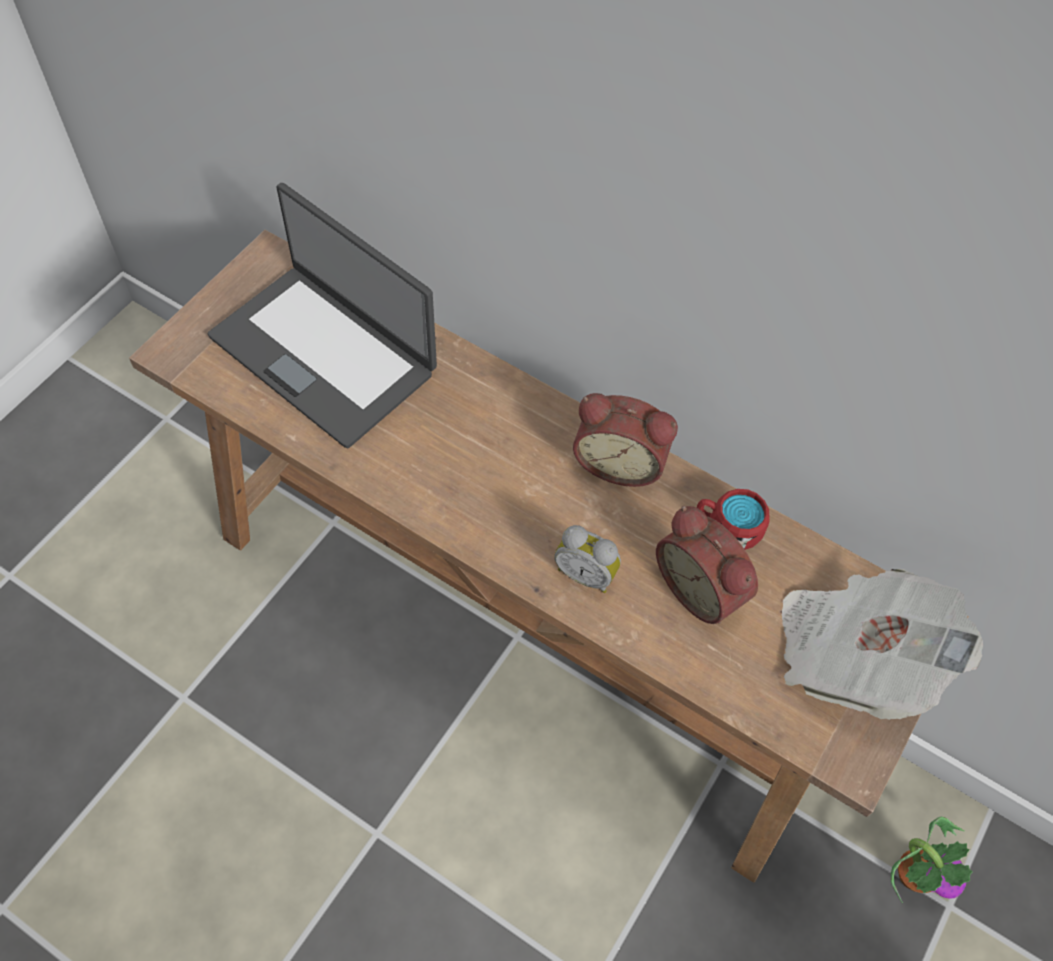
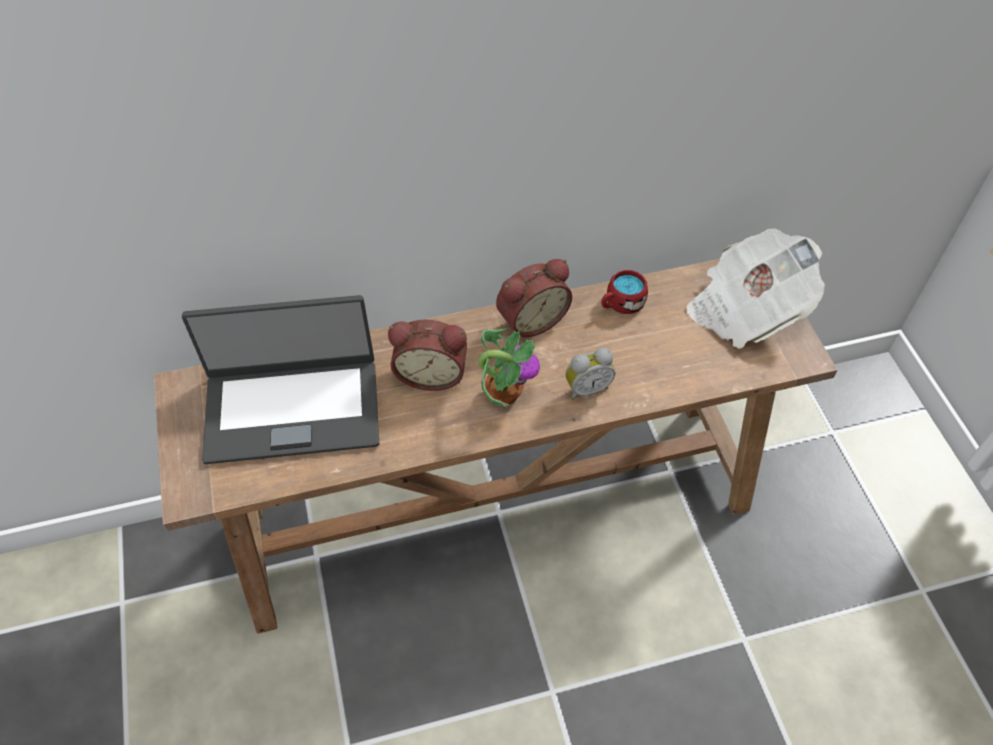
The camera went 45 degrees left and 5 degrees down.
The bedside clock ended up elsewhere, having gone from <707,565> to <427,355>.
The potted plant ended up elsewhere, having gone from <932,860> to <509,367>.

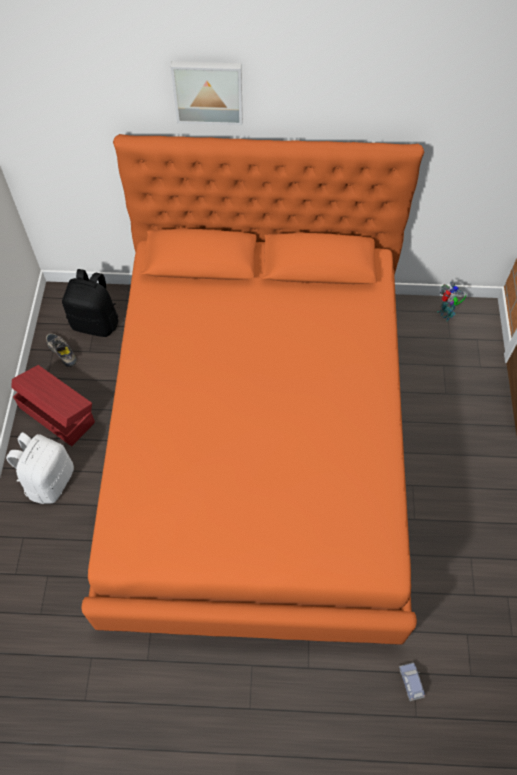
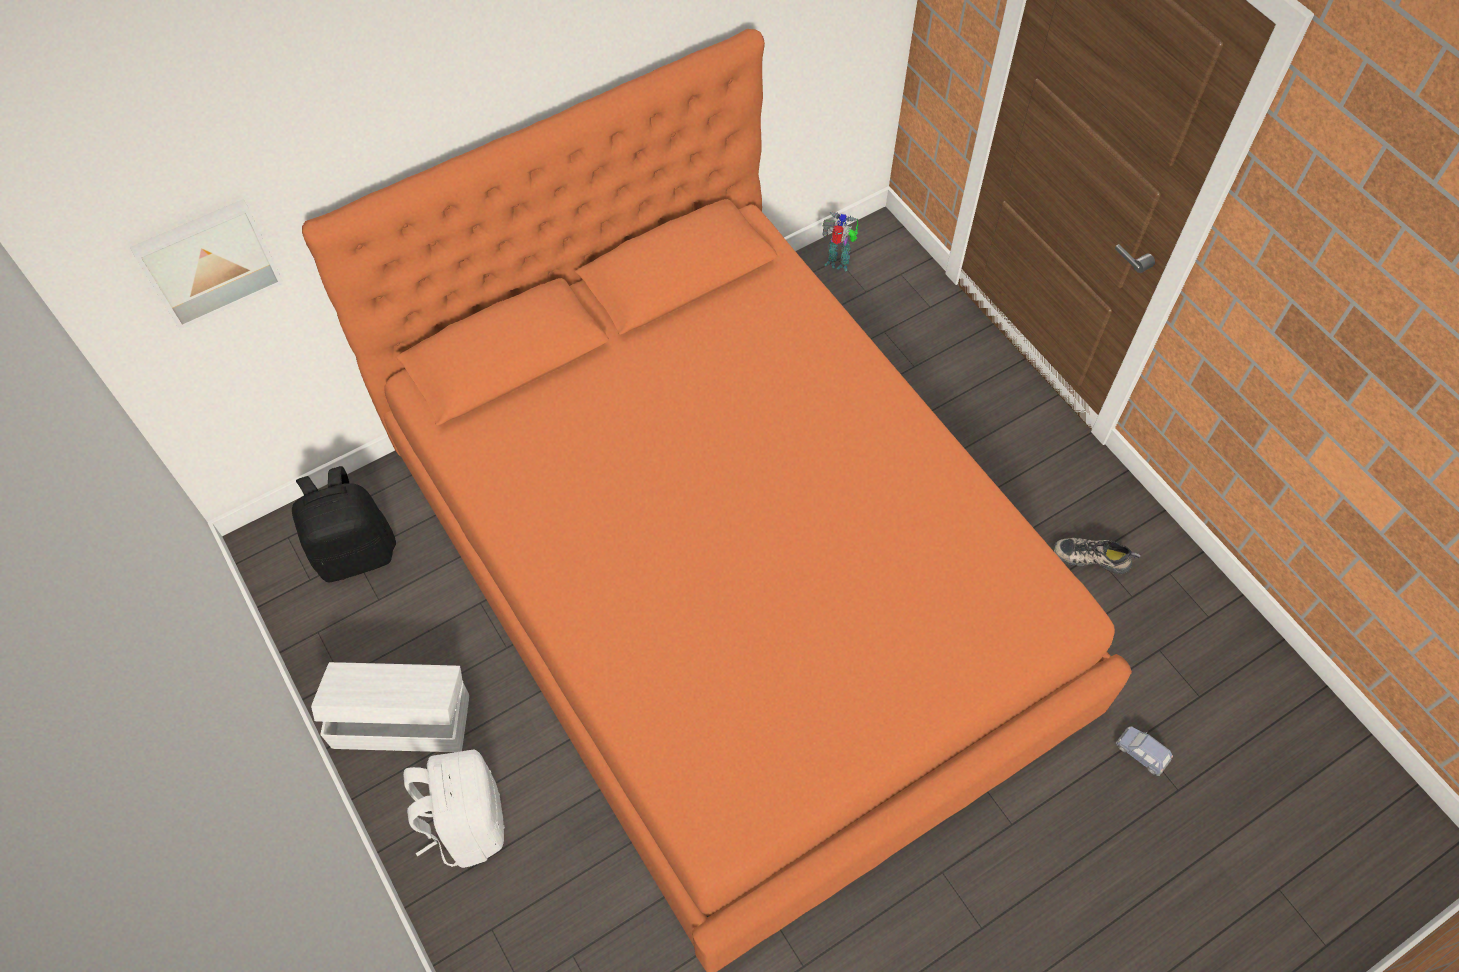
The camera went 35 degrees left and 0 degrees up.
The wall art ended up elsewhere, having gone from <207,93> to <207,264>.
The item of footwear ended up elsewhere, having gone from <61,350> to <1097,556>.
What was the red storage bin at <53,405> turned into the white-coloured storage bin at <390,707>.

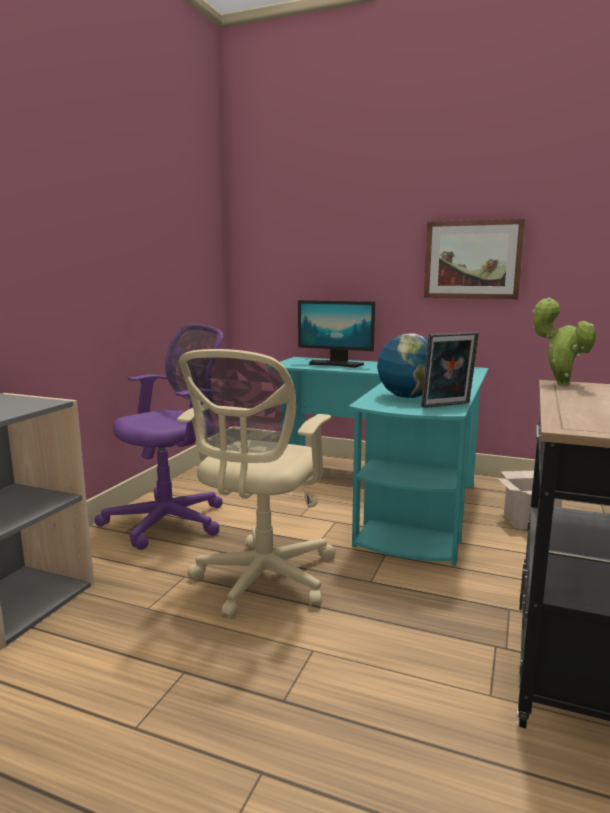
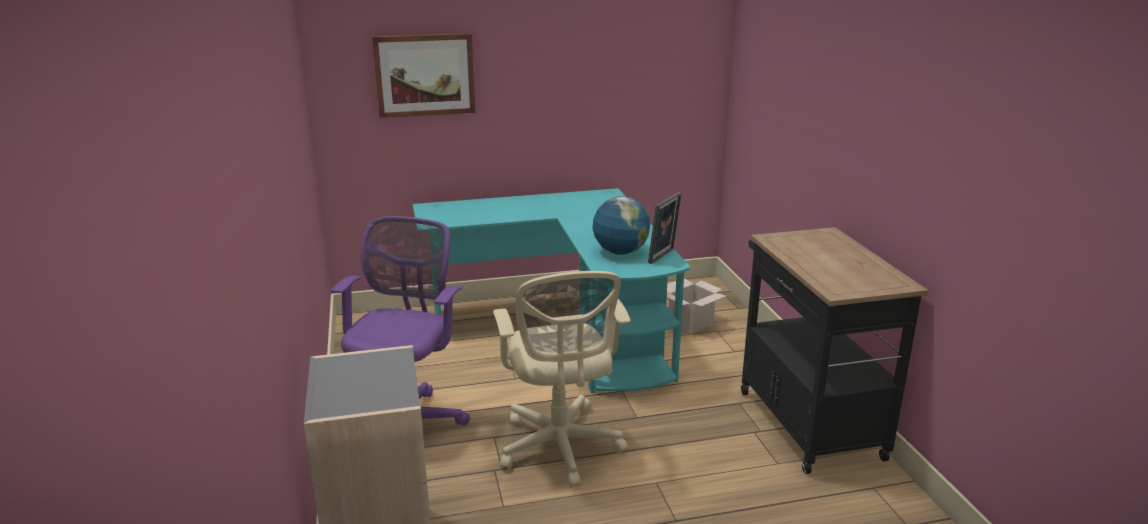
The camera went 35 degrees left and 10 degrees up.
The wall art ended up elsewhere, having gone from <474,259> to <423,75>.
The second view lost the potted plant at <564,342>.
The second view lost the monitor at <336,334>.

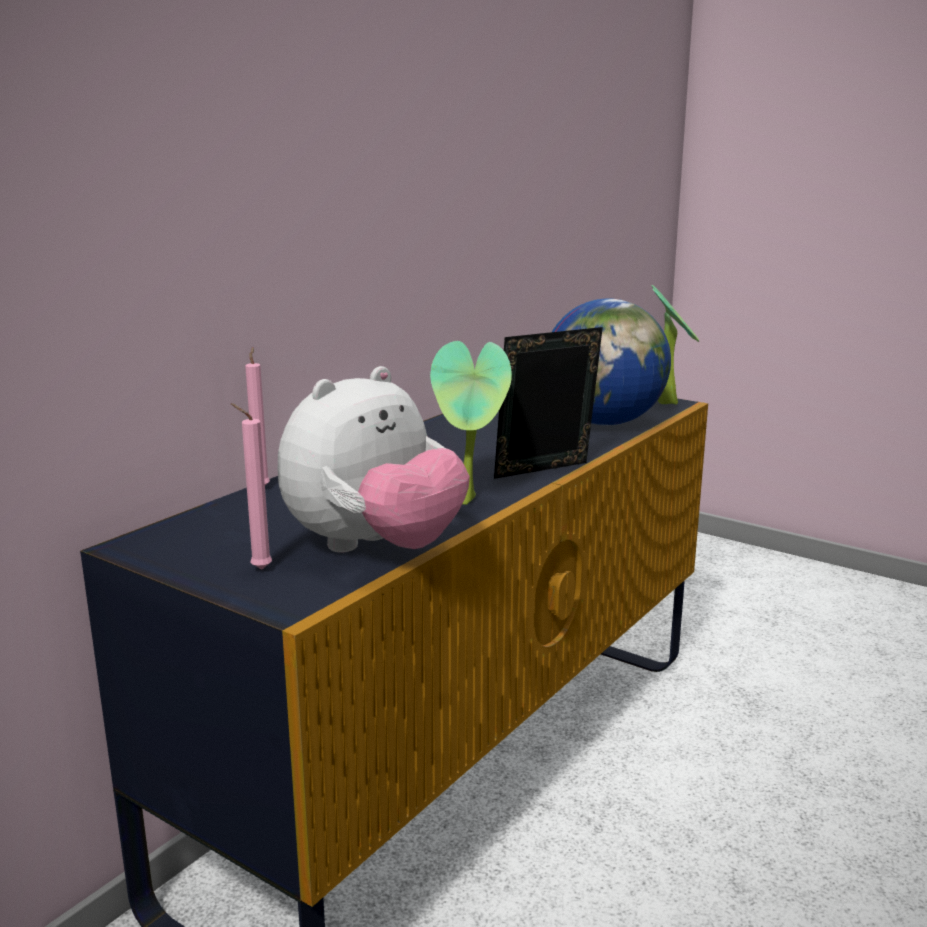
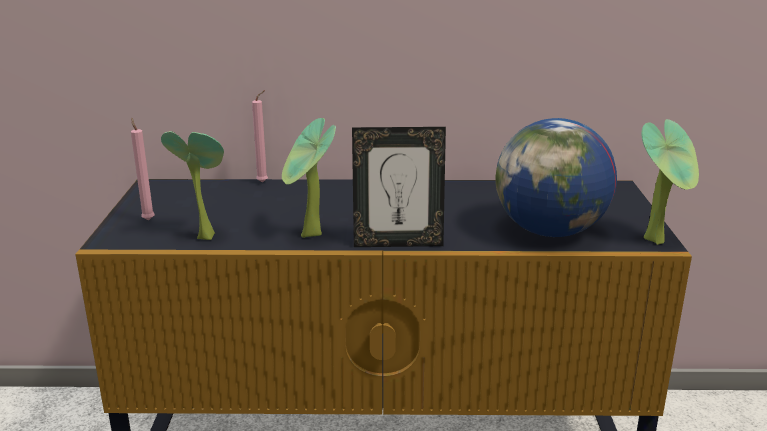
The camera went 55 degrees right and 5 degrees up.
The standing frame at <548,403> ended up facing another way, 150 degrees clockwise from before.
Where the plush toy stood at <374,459>, the potted plant came to stand at <192,185>.

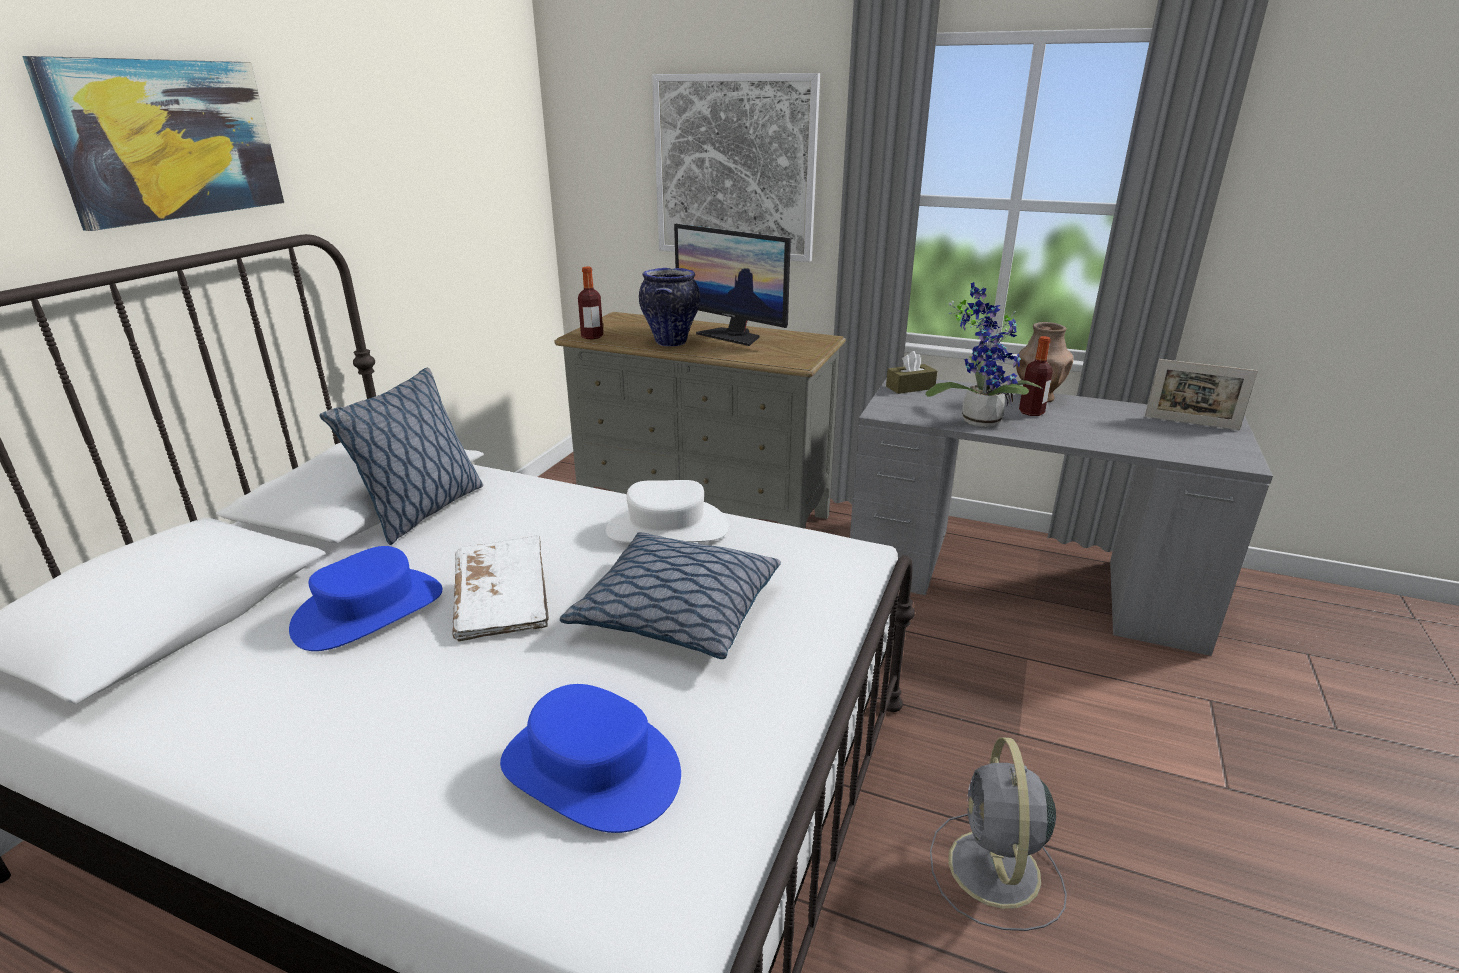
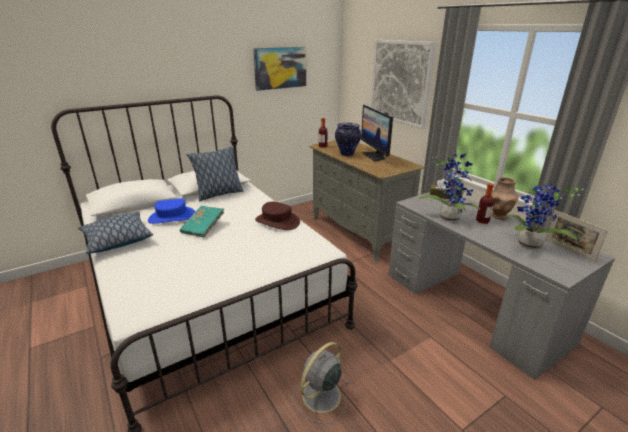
The camera went 35 degrees right and 0 degrees up.
The wall art ended up elsewhere, having gone from <153,143> to <279,69>.
What was the white-coloured hat at <667,511> turned into the brownish hat at <277,216>.
The cushion ended up elsewhere, having gone from <670,595> to <115,233>.
What was the white-coloured book at <501,588> turned into the blue-green book at <202,221>.
The second view lost the blue-coloured hat at <590,758>.
The second view gained the potted plant at <545,215>.

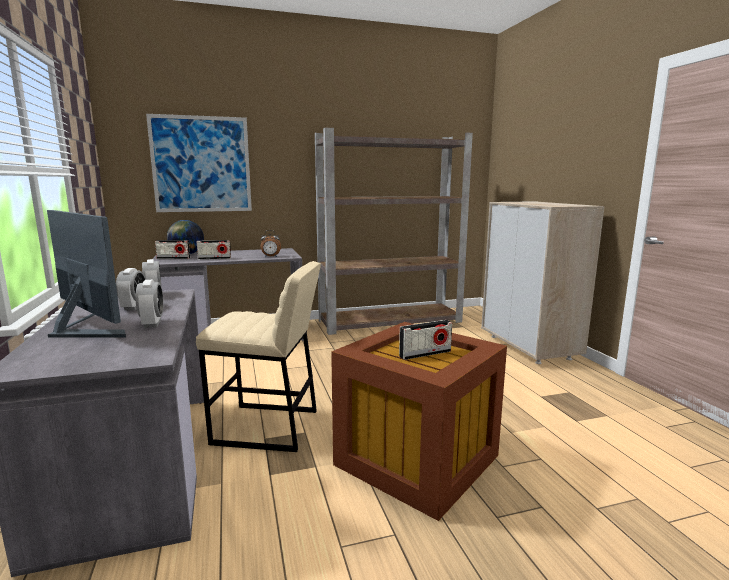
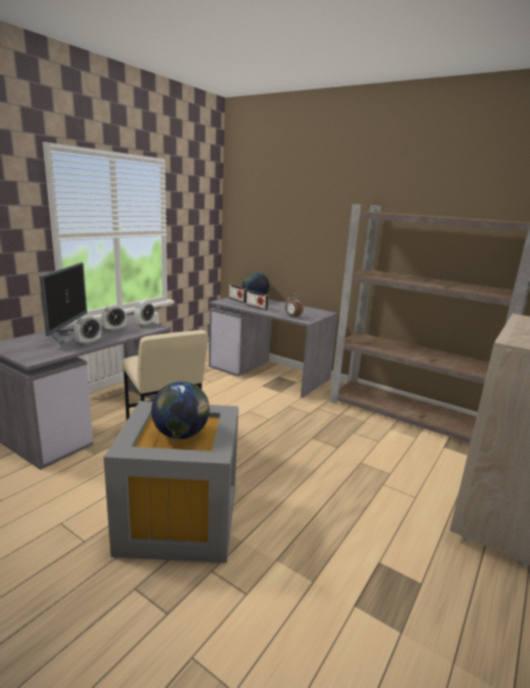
The camera went 50 degrees right and 5 degrees up.
The second view lost the wall art at <199,163>.
Where the radio stood at <425,340>, the globe came to stand at <180,410>.
What was the brownish storage bin at <419,421> turned into the grey storage bin at <171,482>.

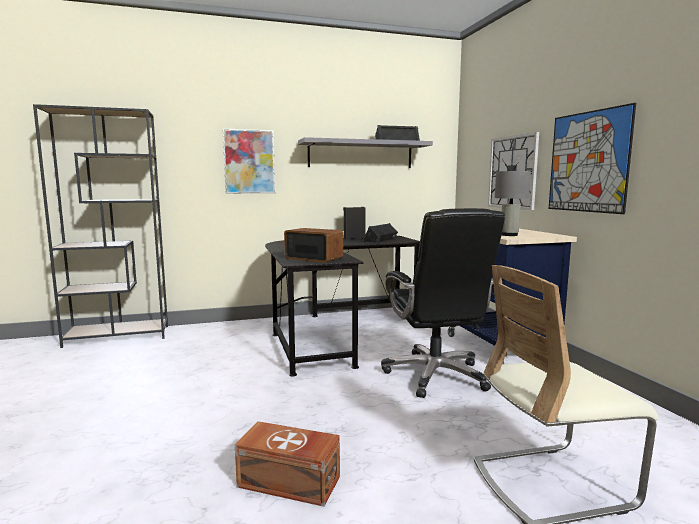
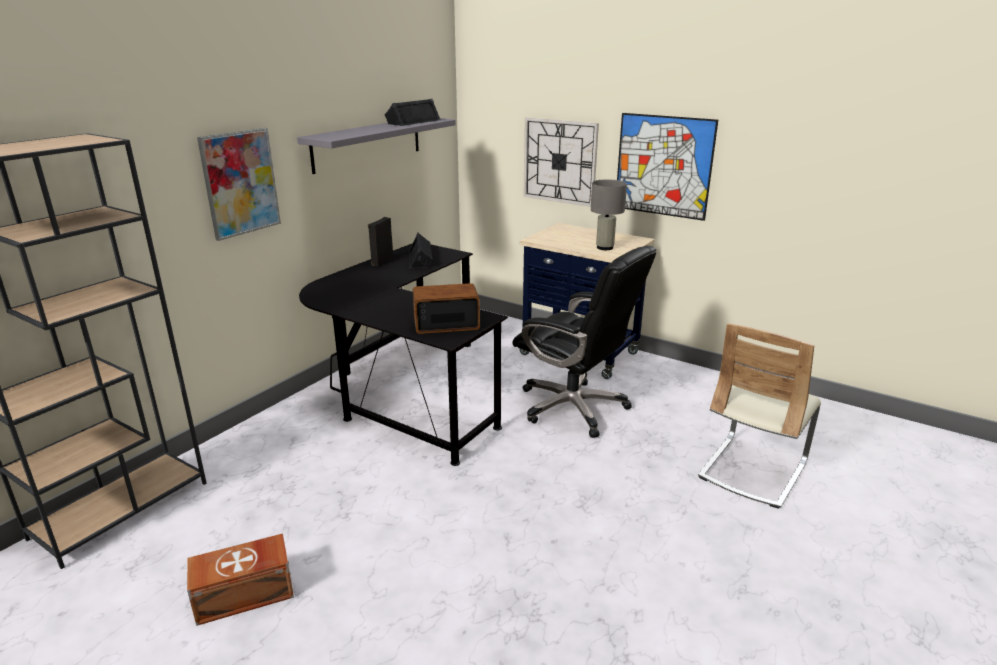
The camera went 40 degrees left and 15 degrees up.
The brownish storage bin ended up elsewhere, having gone from <287,464> to <240,579>.

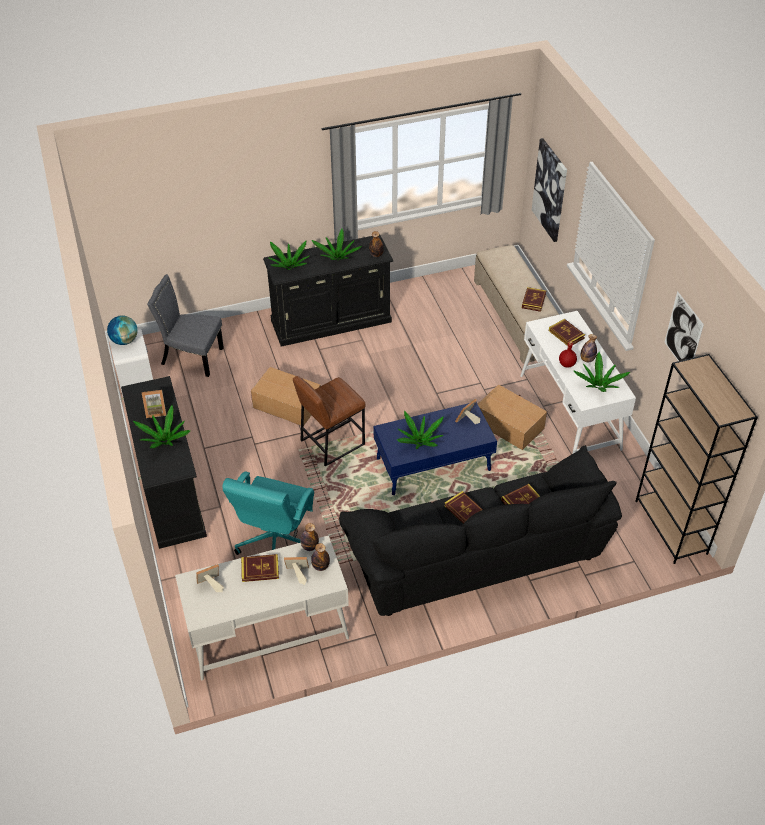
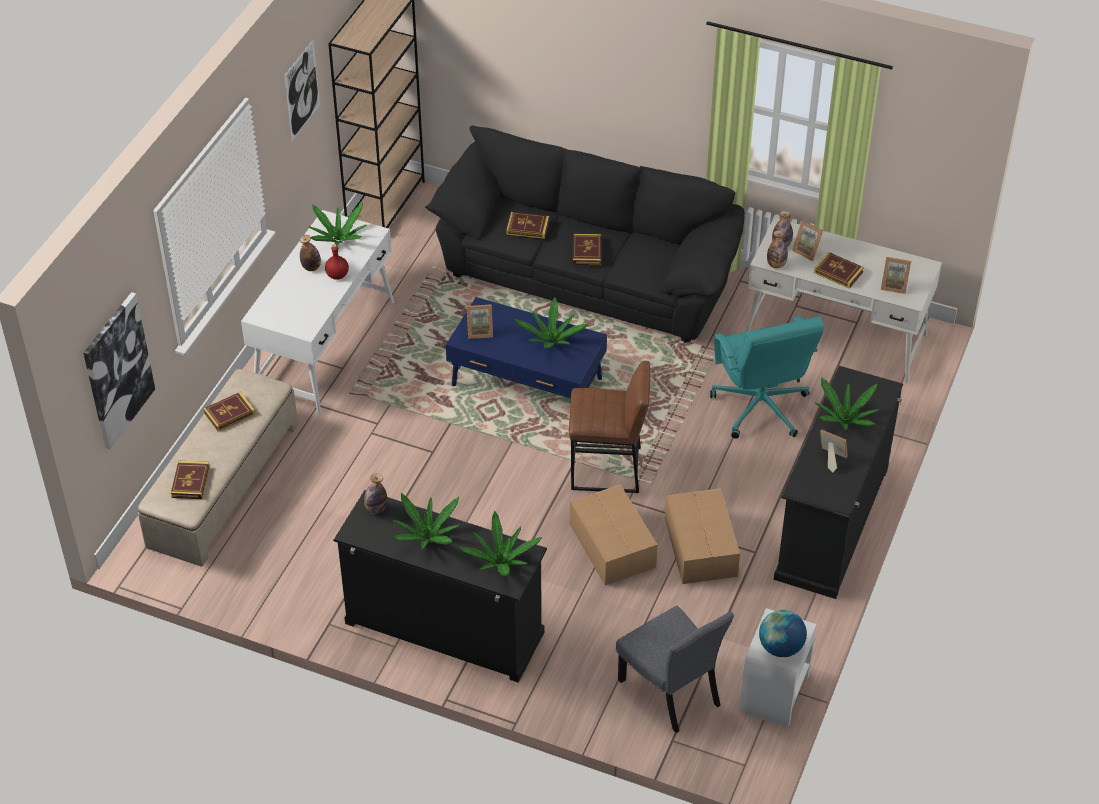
The camera went 140 degrees left and 0 degrees up.
The book ended up elsewhere, having gone from <567,332> to <190,480>.
The packing box ended up elsewhere, having gone from <512,417> to <702,536>.
The blue-green desk chair at <268,513> ended up facing another way, 105 degrees clockwise from before.

